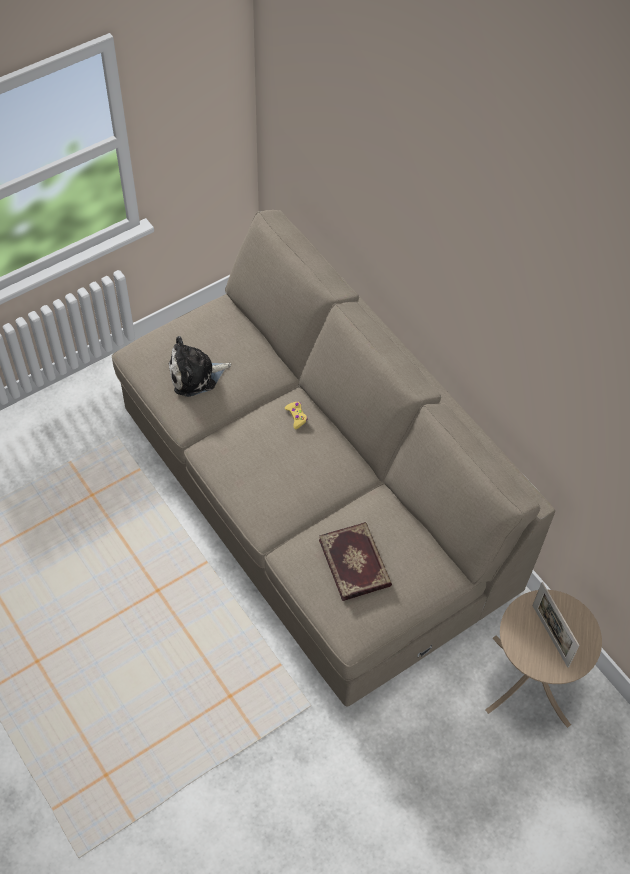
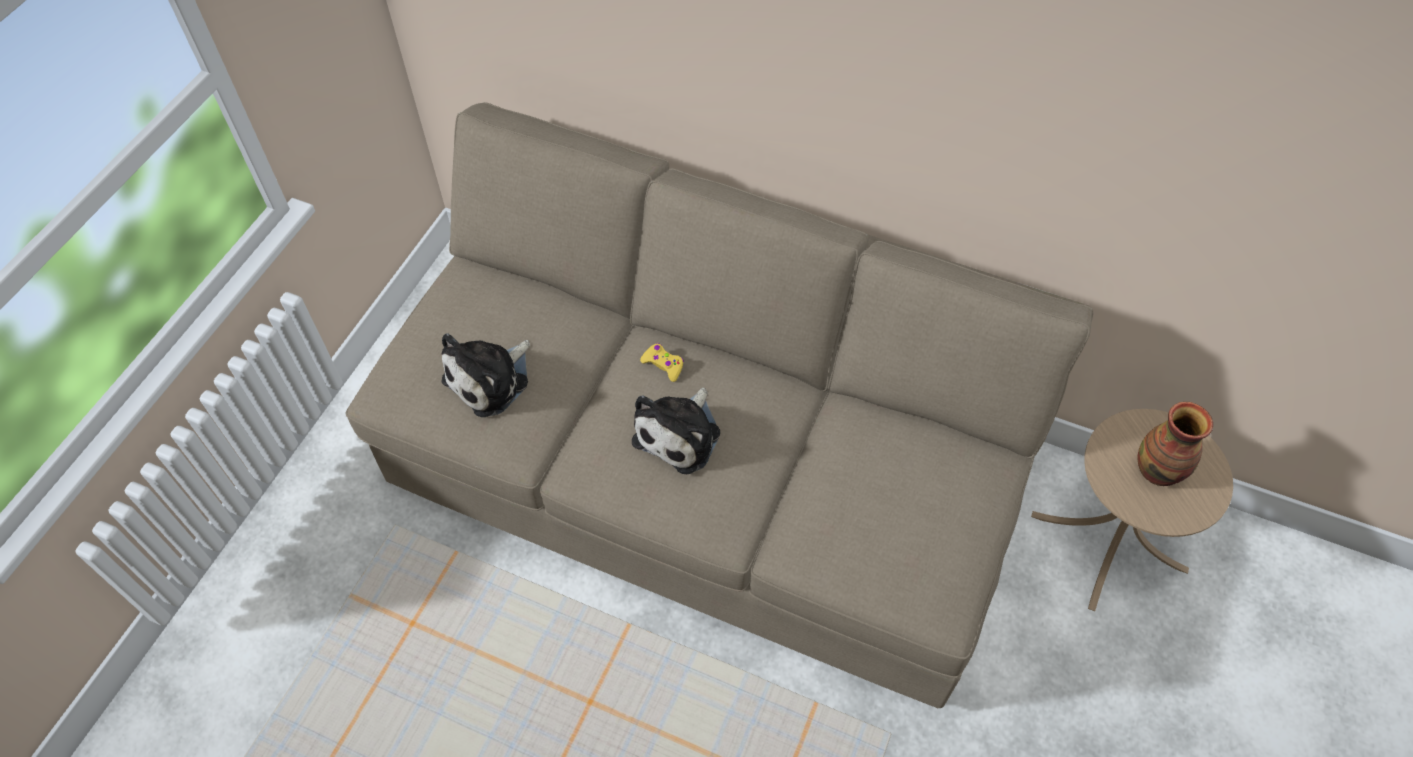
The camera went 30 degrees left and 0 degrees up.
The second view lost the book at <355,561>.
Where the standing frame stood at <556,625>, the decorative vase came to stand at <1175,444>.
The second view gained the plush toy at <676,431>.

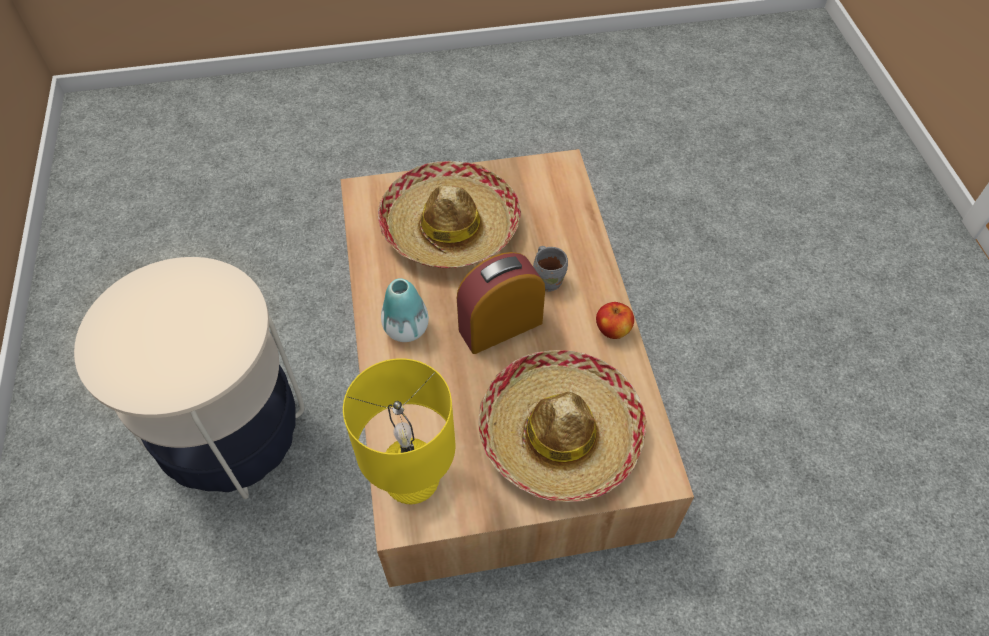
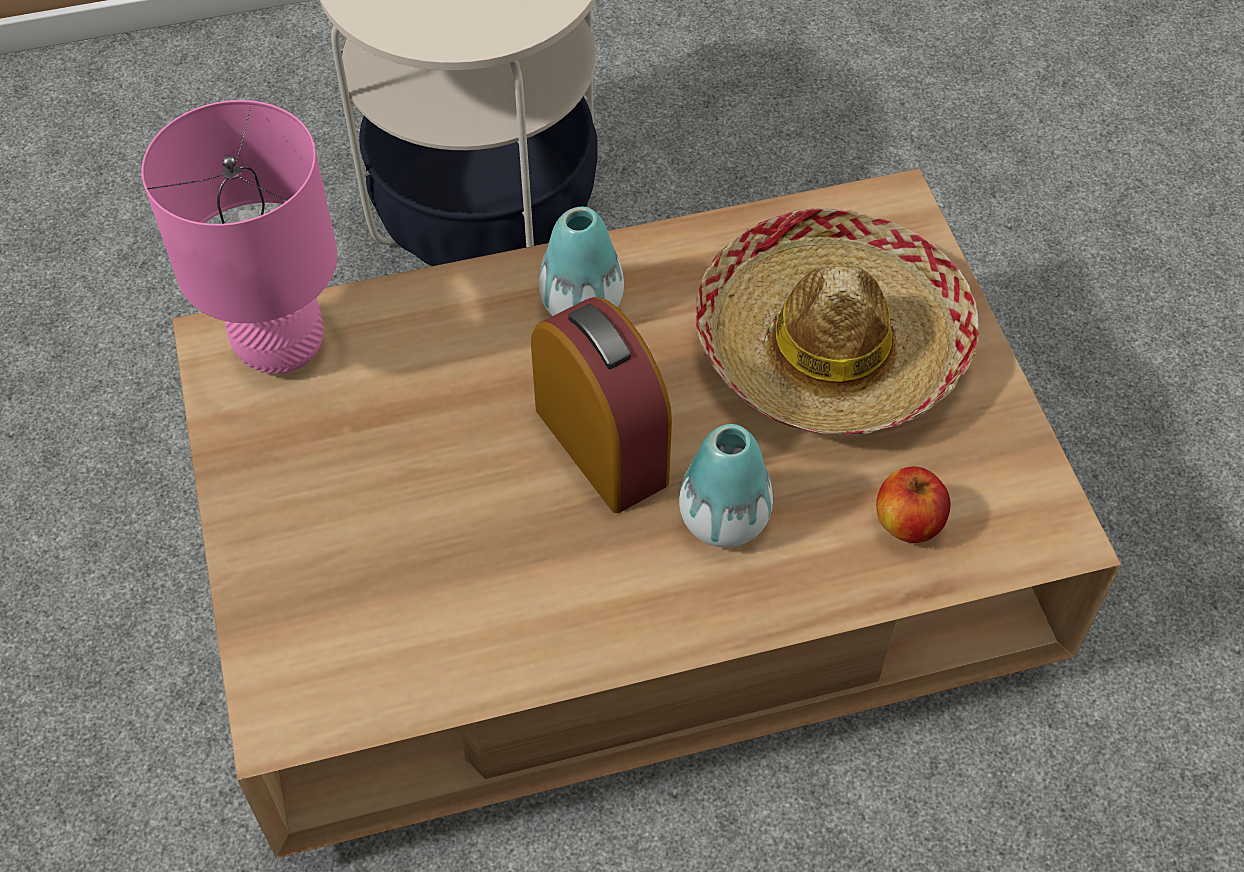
The camera went 85 degrees right and 0 degrees up.
Where the grey tea mug stood at <550,268>, the decorative vase came to stand at <726,486>.
The whole apple ended up elsewhere, having gone from <615,320> to <913,505>.
The second view lost the hat at <562,426>.
What was the yellow table lamp at <399,431> turned into the pink table lamp at <239,237>.

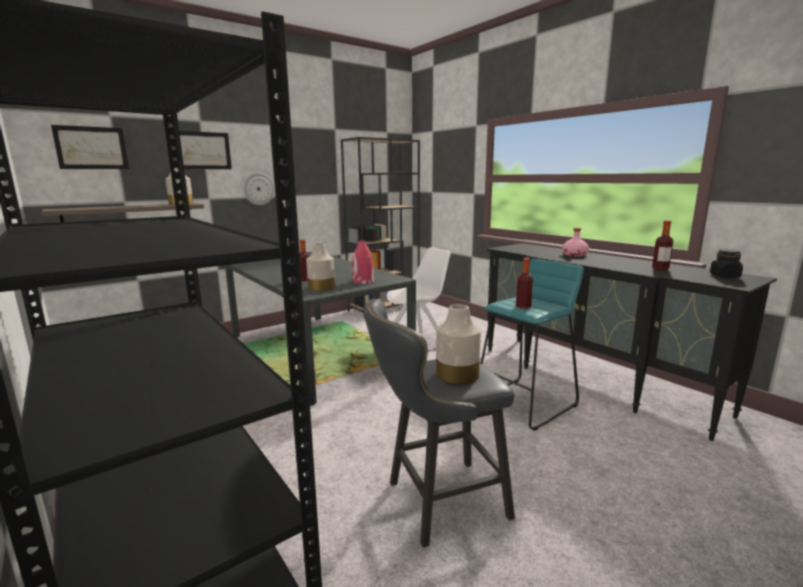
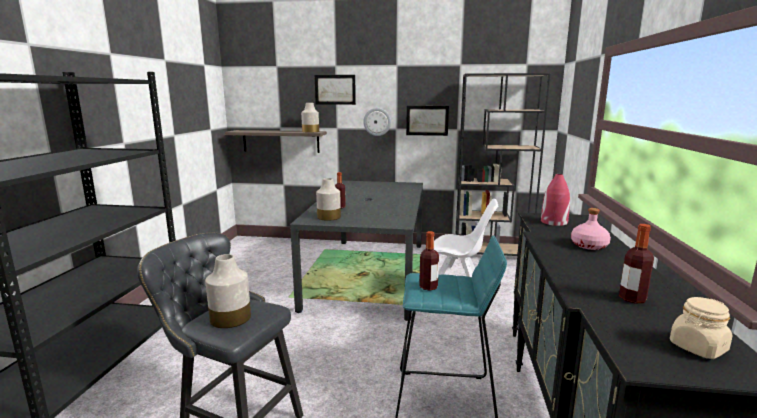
The camera went 45 degrees right and 0 degrees up.
The wall art ended up elsewhere, having gone from <90,147> to <427,121>.
The red decorative vase ended up elsewhere, having gone from <363,262> to <555,200>.
What was the blackish storage jar at <726,263> turned into the sand-coloured storage jar at <701,328>.

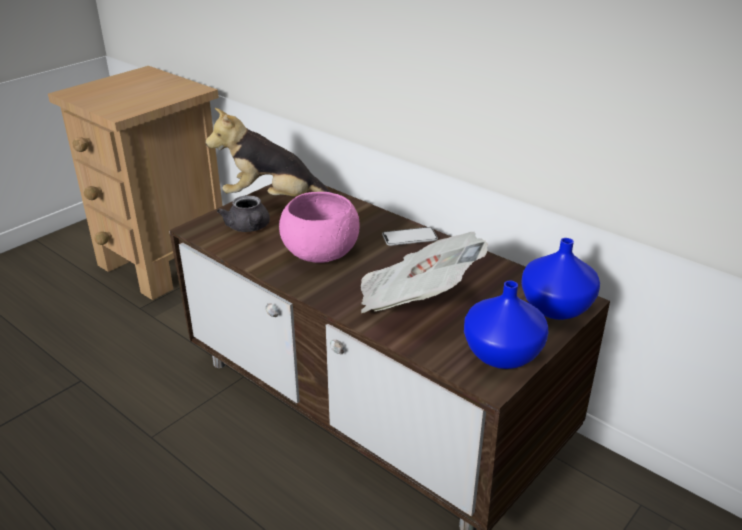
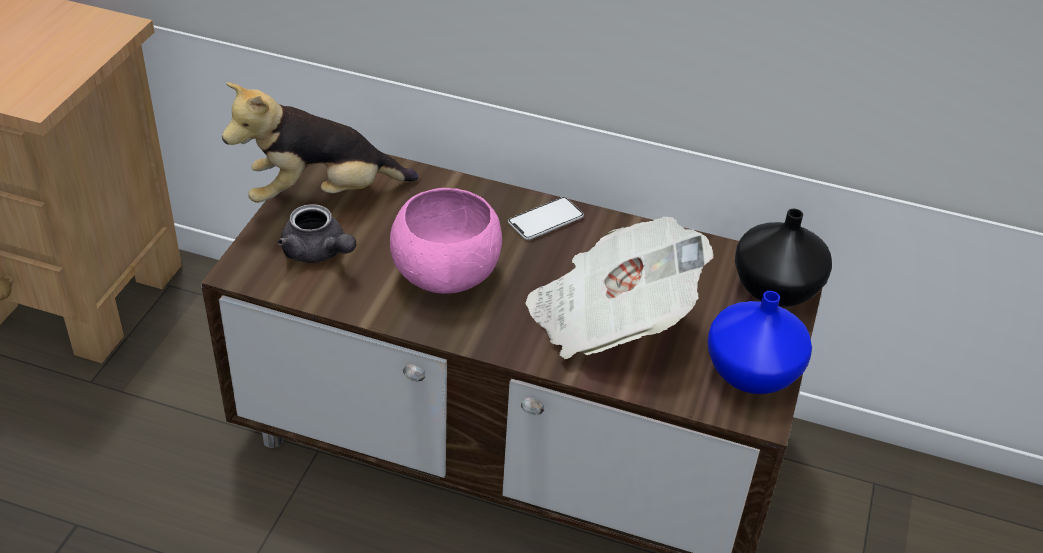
The camera went 25 degrees left and 10 degrees up.
What was the blue-coloured decorative vase at <560,279> turned into the blackish decorative vase at <783,258>.

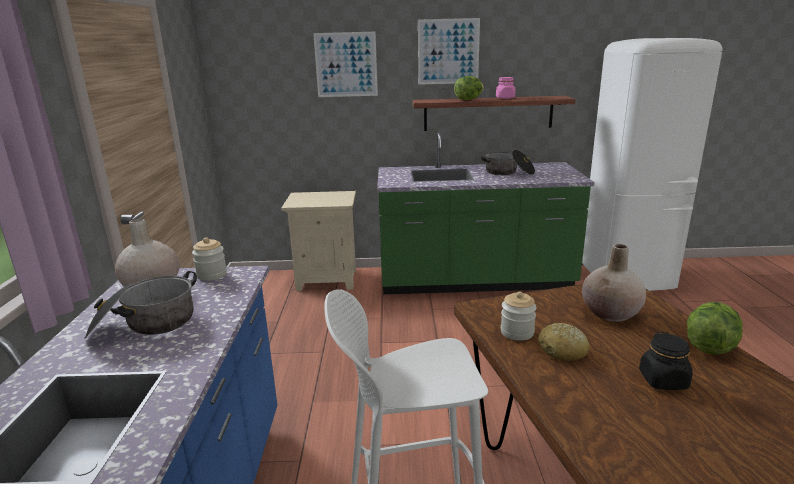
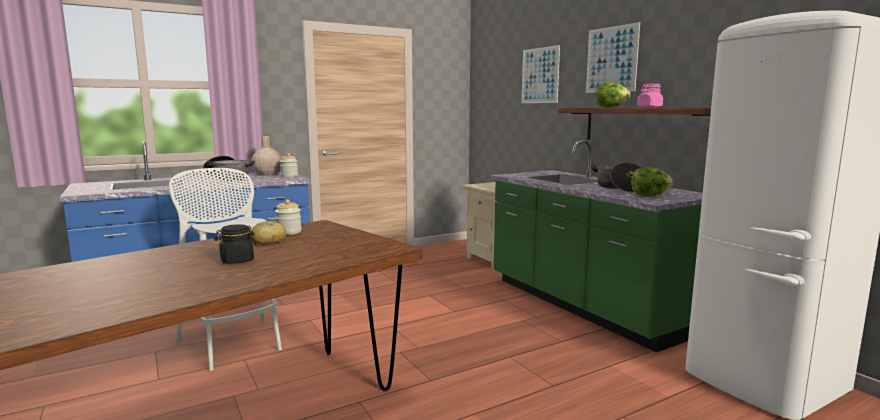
The camera went 60 degrees right and 10 degrees down.
The second view lost the sand-coloured decorative vase at <614,283>.
The lettuce head ended up elsewhere, having gone from <715,328> to <652,181>.

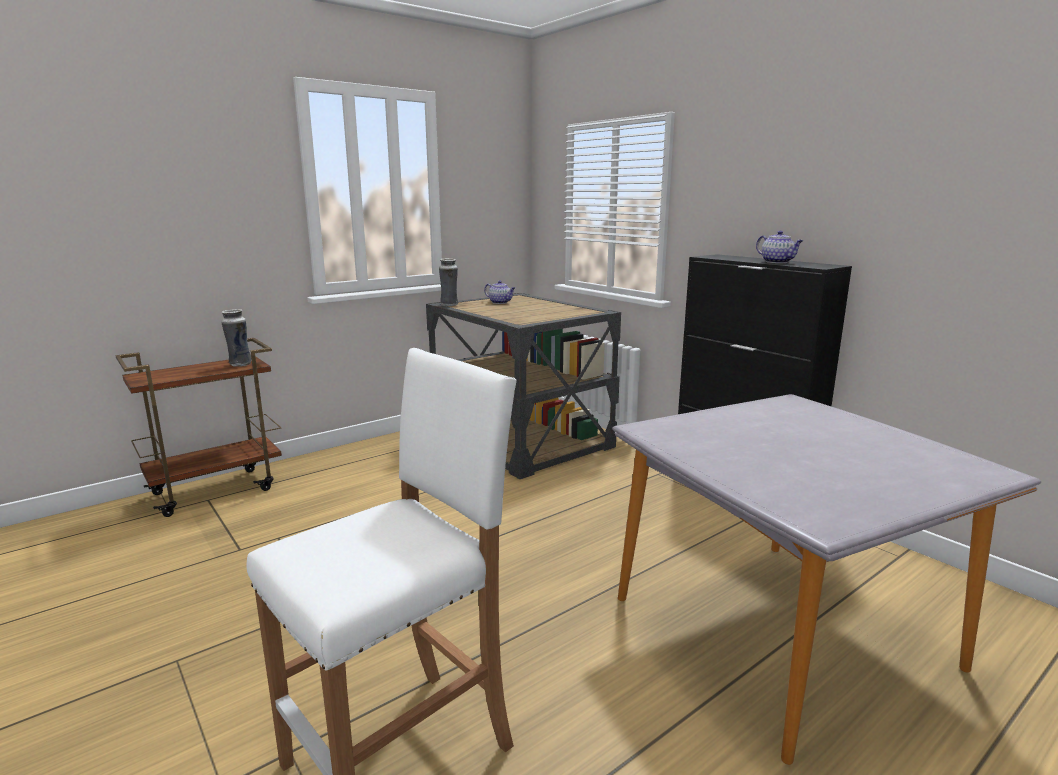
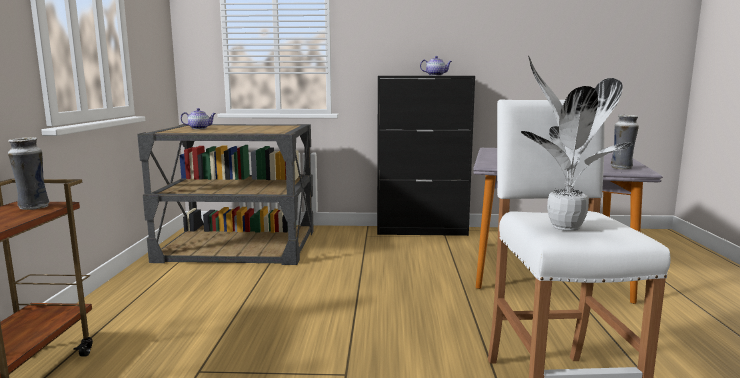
The camera went 50 degrees left and 5 degrees down.
The decorative vase ended up elsewhere, having gone from <448,282> to <624,142>.
The second view gained the potted plant at <576,143>.

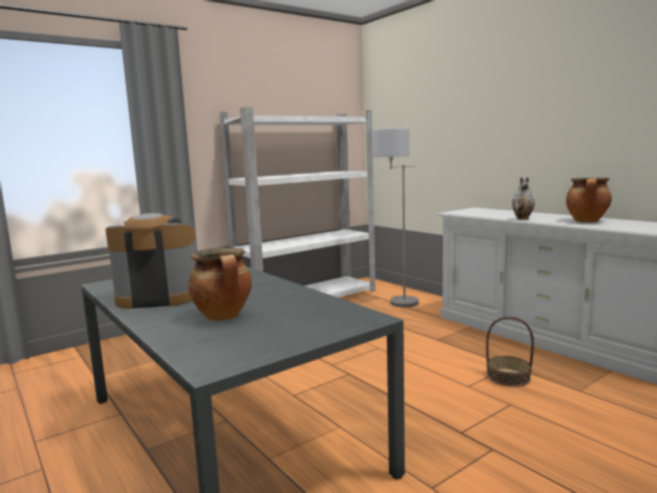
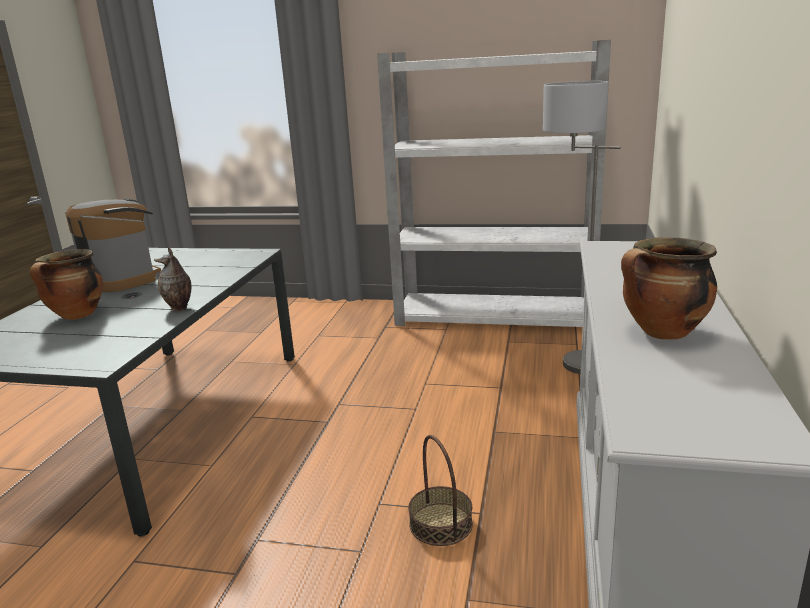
The camera went 50 degrees right and 10 degrees up.
The decorative vase ended up elsewhere, having gone from <523,198> to <172,278>.

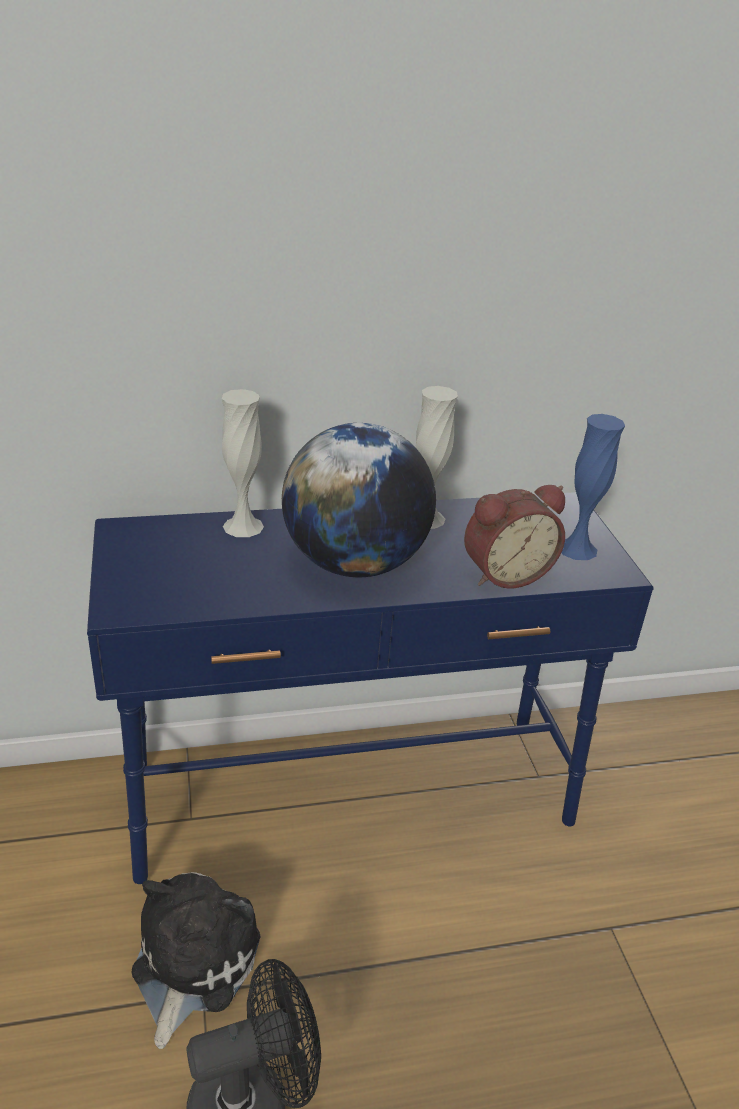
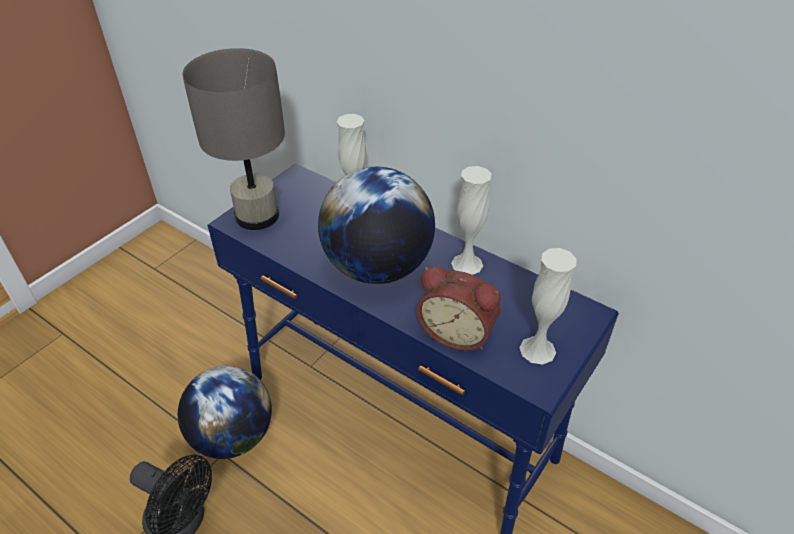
The camera went 50 degrees right and 10 degrees up.
What was the blue-coloured decorative vase at <593,487> turned into the white-coloured decorative vase at <548,306>.
Where the plush toy stood at <196,960>, the globe came to stand at <225,412>.
The second view gained the grey table lamp at <234,139>.

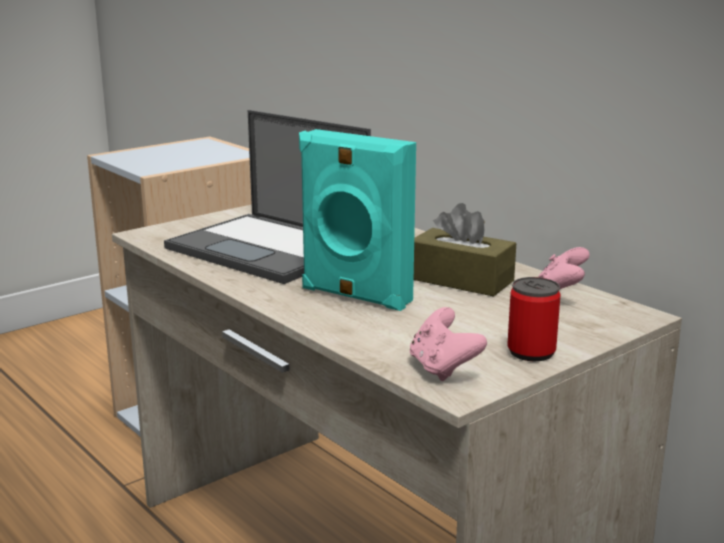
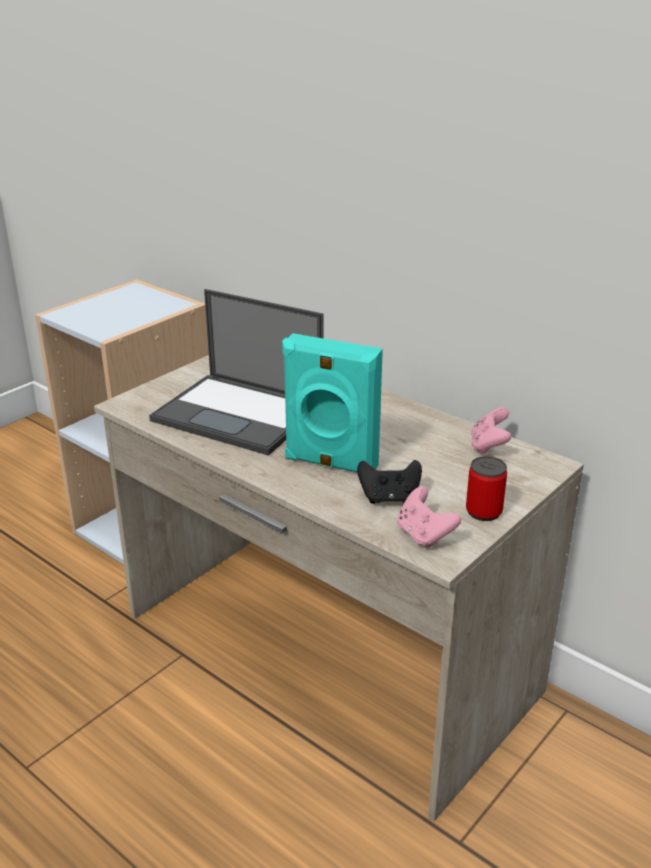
The camera went 10 degrees left and 10 degrees up.
The second view lost the brownish tissue box at <465,250>.
The second view gained the blackish joypad at <389,482>.

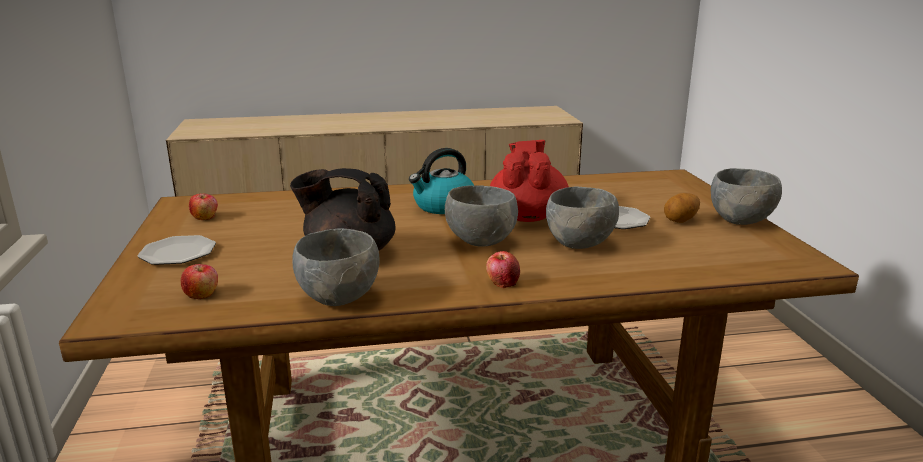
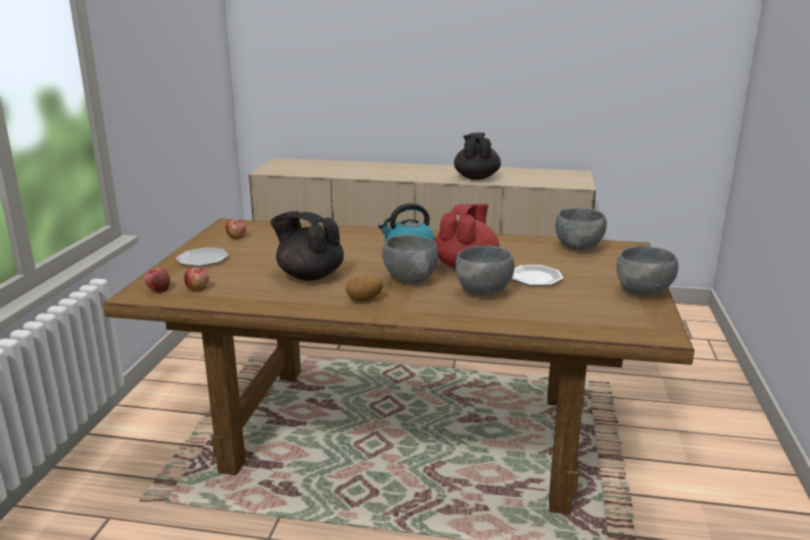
The camera went 20 degrees right and 0 degrees up.
The spud ended up elsewhere, having gone from <682,208> to <365,288>.
The grey deep dish ended up elsewhere, having gone from <336,267> to <581,229>.
The whole apple ended up elsewhere, having gone from <503,269> to <157,280>.
The second view gained the blackish tea pot at <477,156>.

